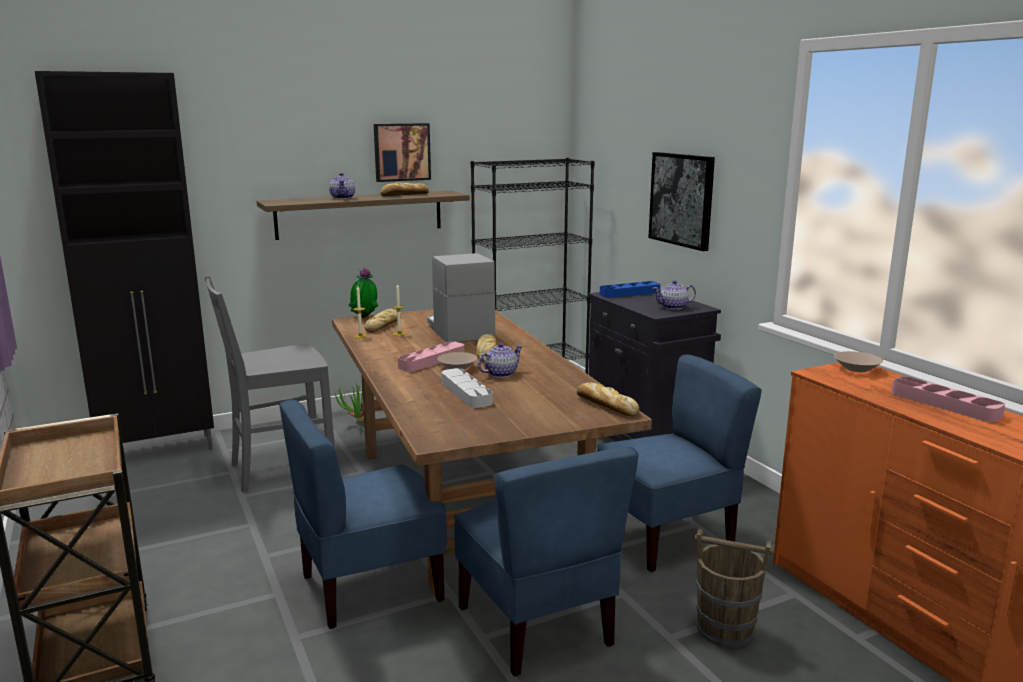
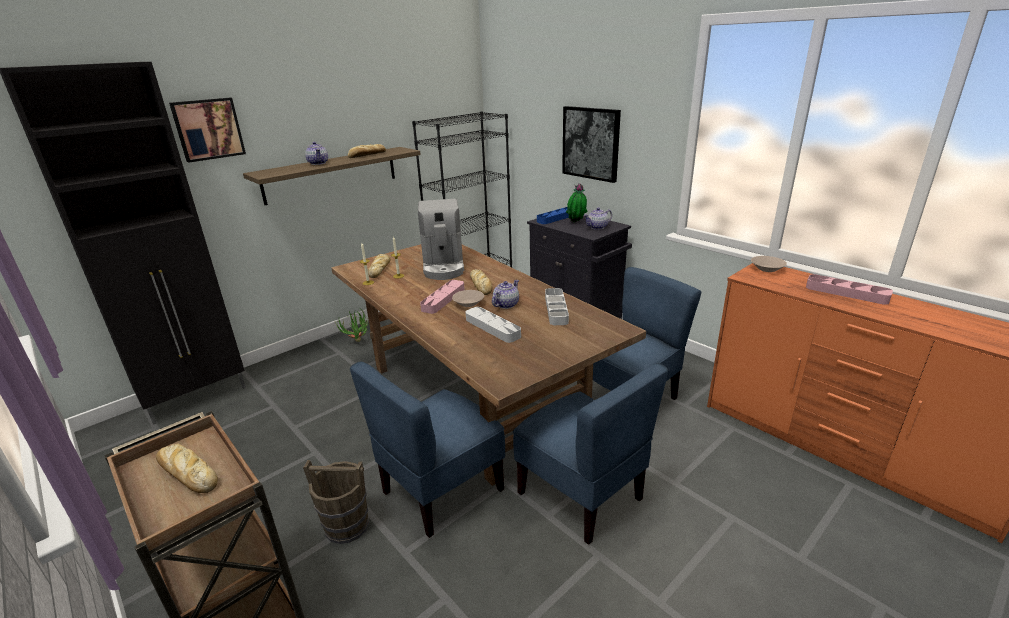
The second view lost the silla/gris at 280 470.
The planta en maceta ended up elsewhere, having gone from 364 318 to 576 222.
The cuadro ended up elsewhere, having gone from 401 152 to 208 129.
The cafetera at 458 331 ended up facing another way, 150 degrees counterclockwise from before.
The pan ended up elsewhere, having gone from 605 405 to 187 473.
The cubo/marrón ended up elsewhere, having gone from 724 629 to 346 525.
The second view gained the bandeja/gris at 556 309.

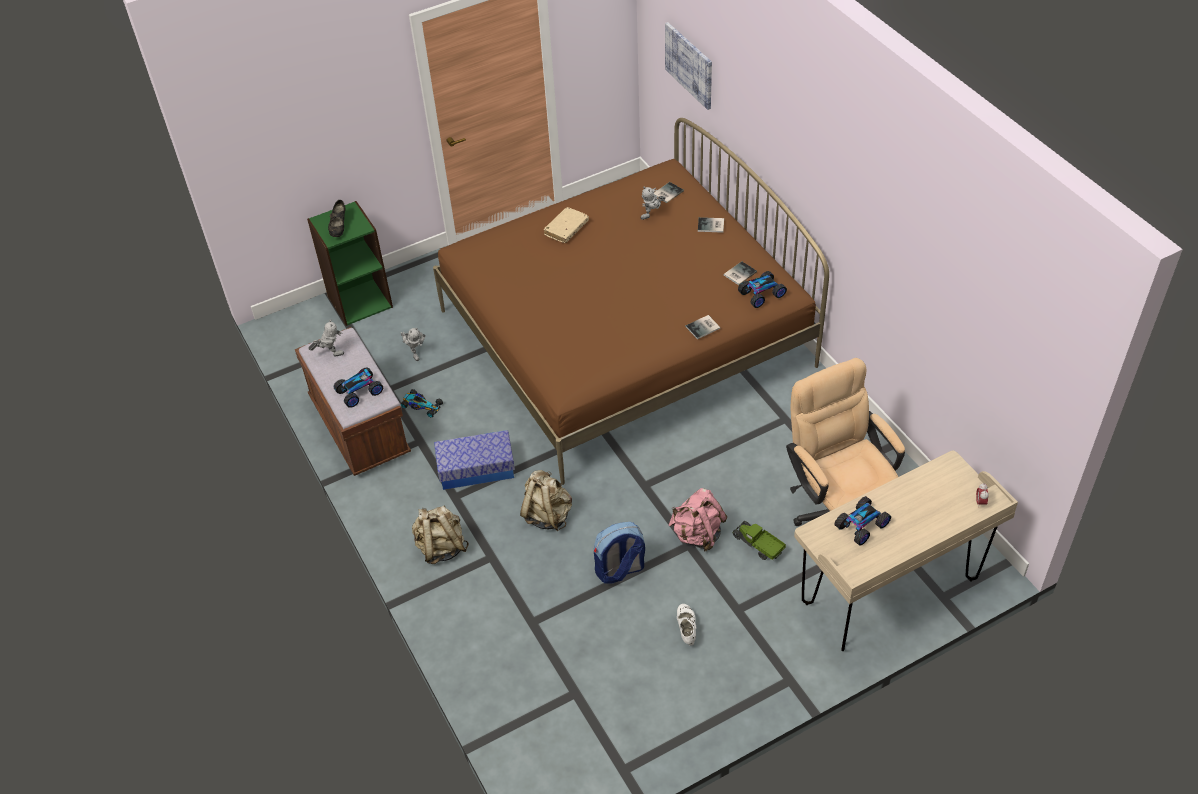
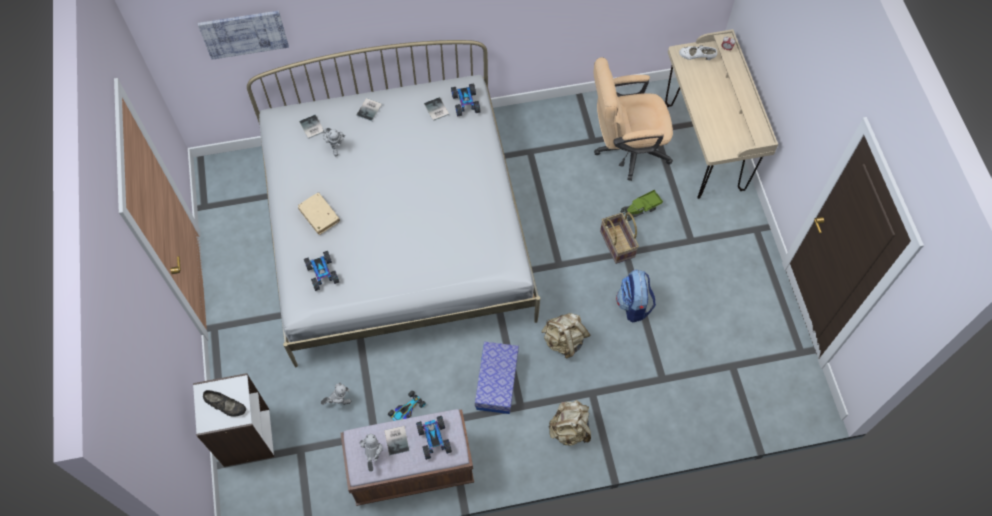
What was the estantería/verde at 360 301 turned into the estantería/blanco at 246 437.
What was the cama/marrón at 625 338 turned into the cama/blanco at 397 231.
Where the mochila/rosa stood at 697 534, the cesta came to stand at 618 244.
The zapato/blanco ended up elsewhere, having gone from 686 629 to 696 57.
The libro ended up elsewhere, having gone from 704 327 to 397 439.
The coche de juguete ended up elsewhere, having gone from 862 526 to 323 273.

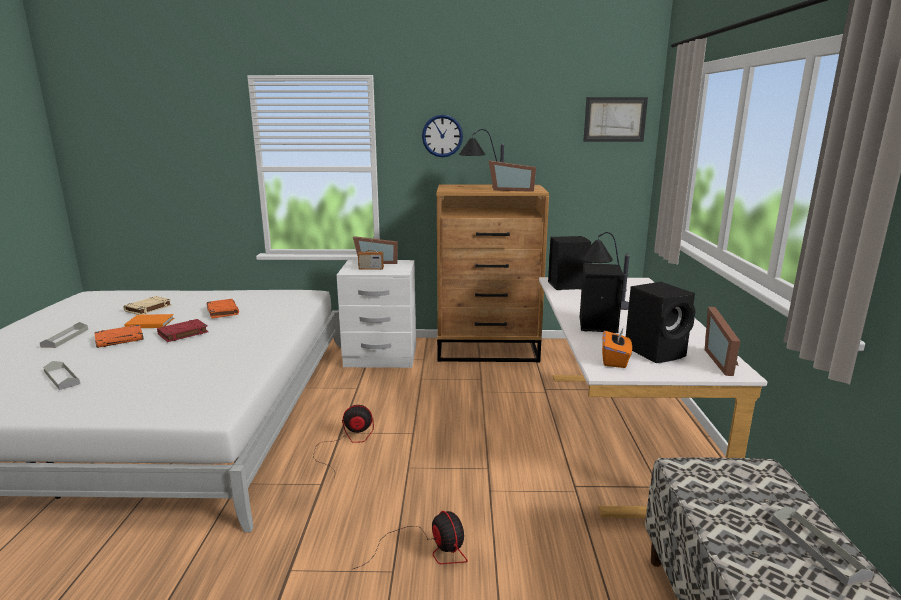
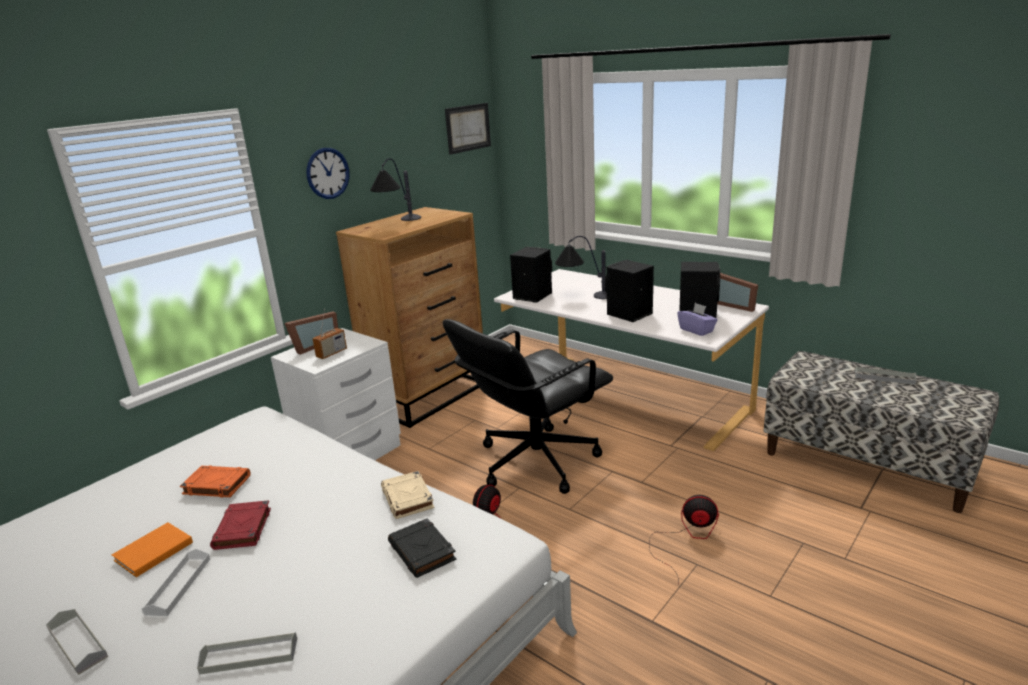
Where the libro/naranja stood at 120 339, the bandeja/blanco came to stand at 178 585.
The libro/beis ended up elsewhere, having gone from 148 308 to 408 499.
The second view lost the portarretratos at 511 190.
What was the caja de pañuelos/naranja at 615 360 turned into the caja de pañuelos/morado at 696 330.
The second view gained the libro/negro at 423 552.
The second view gained the silla de oficina/negro at 535 461.

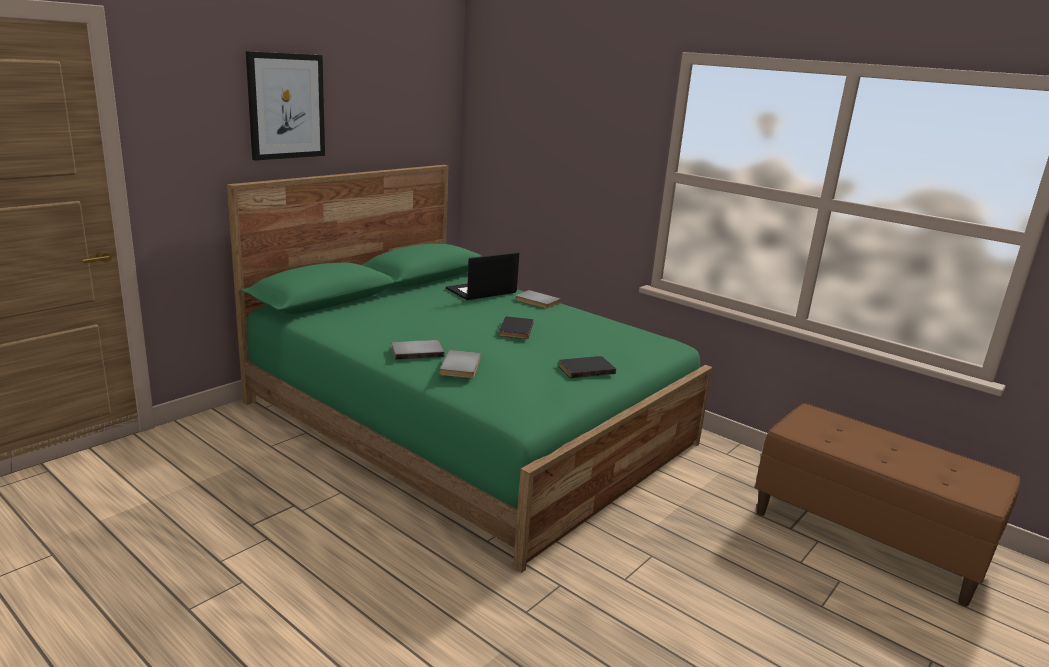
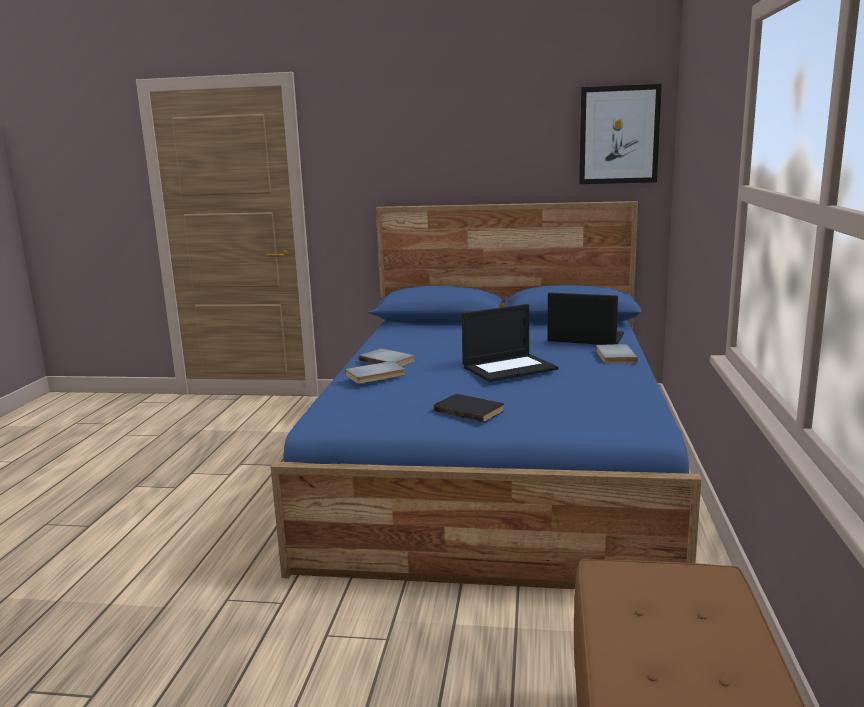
What was the cama/verde at 468 422 turned into the cama/azul at 497 469.
The cuadro ended up elsewhere, having gone from 286 106 to 619 135.
Where the libro/negro stood at 514 329, the portátil came to stand at 510 368.

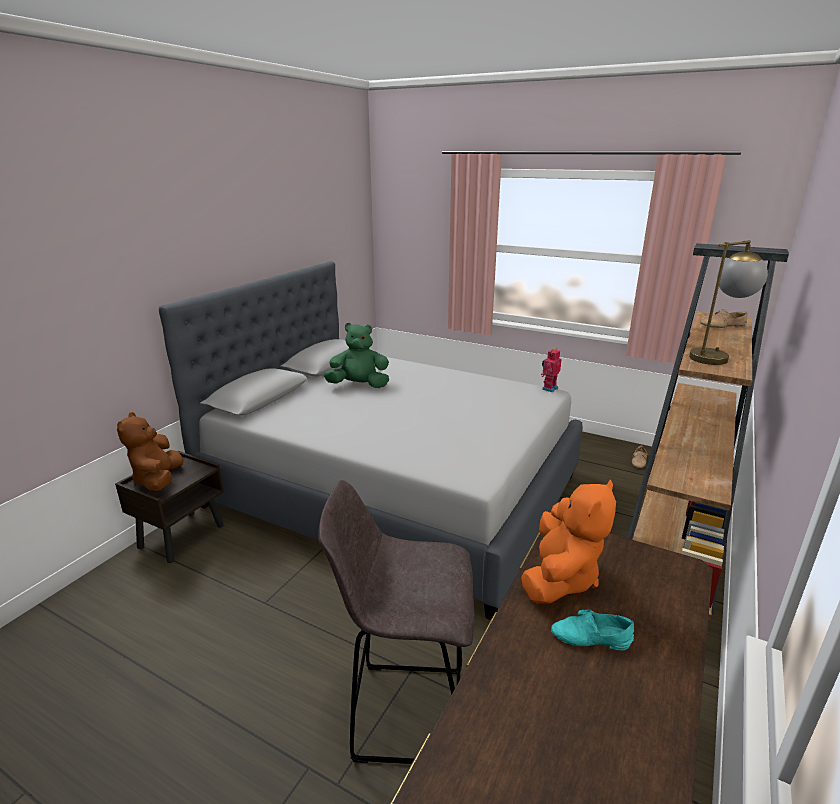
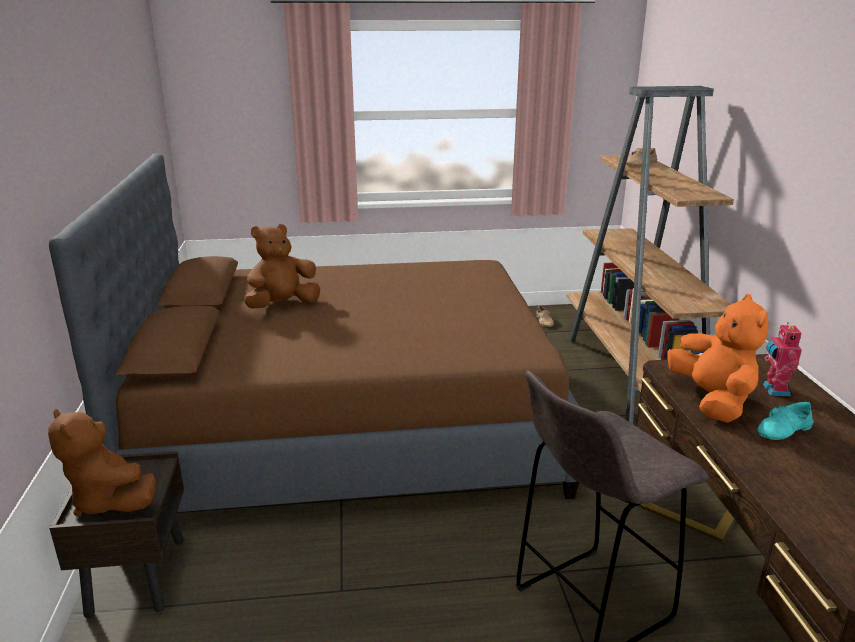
What was the cama/gris at 394 490 turned into the cama/marrón at 350 423.
What was the peluche/verde at 359 385 turned into the peluche/marrón at 282 305.
The robot de juguete ended up elsewhere, having gone from 549 388 to 774 390.
The second view lost the lámpara de mesa at 716 356.

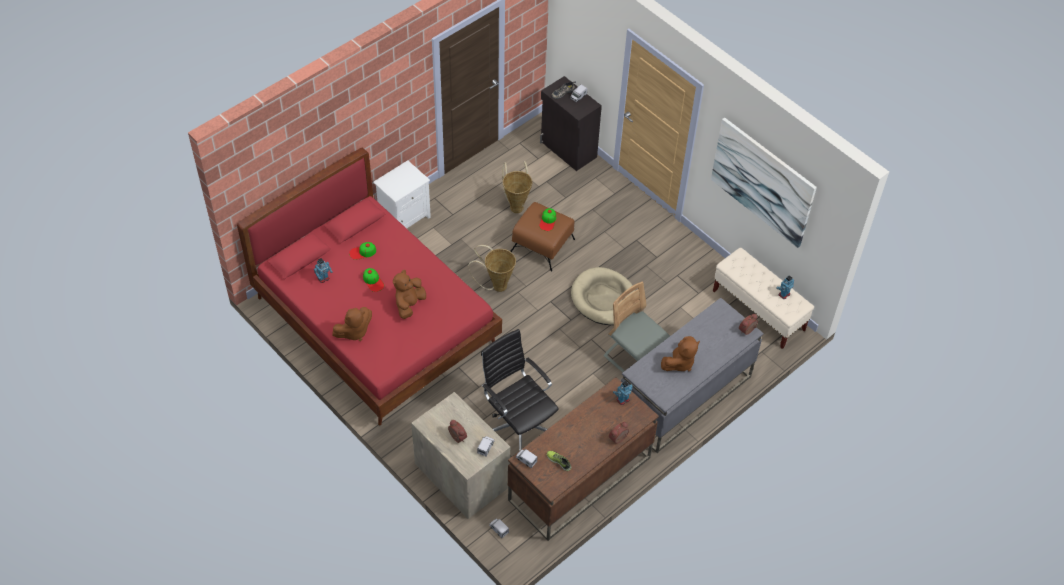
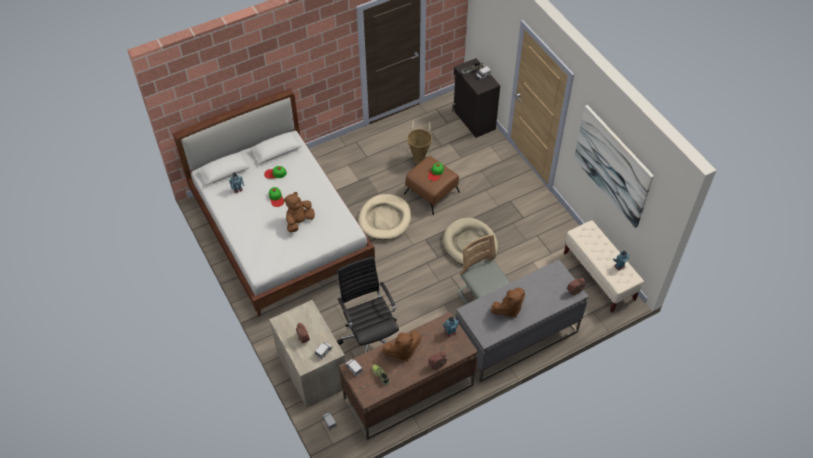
What was the cama/rojo at 376 321 turned into the cama/blanco at 281 232.
The peluche/marrón ended up elsewhere, having gone from 354 332 to 402 351.
The second view lost the mesita de noche/blanco at 404 217.
Where the cesta stood at 496 285, the cama para perro/beis came to stand at 385 219.

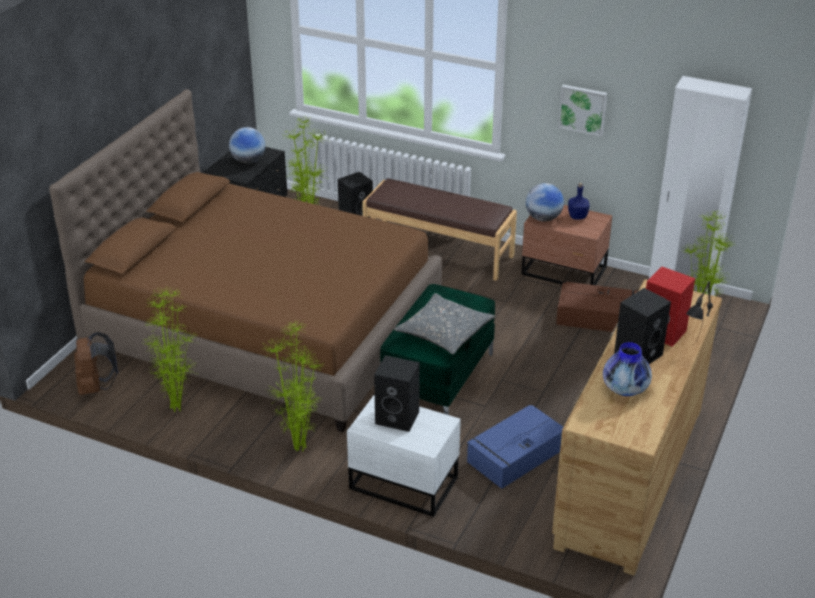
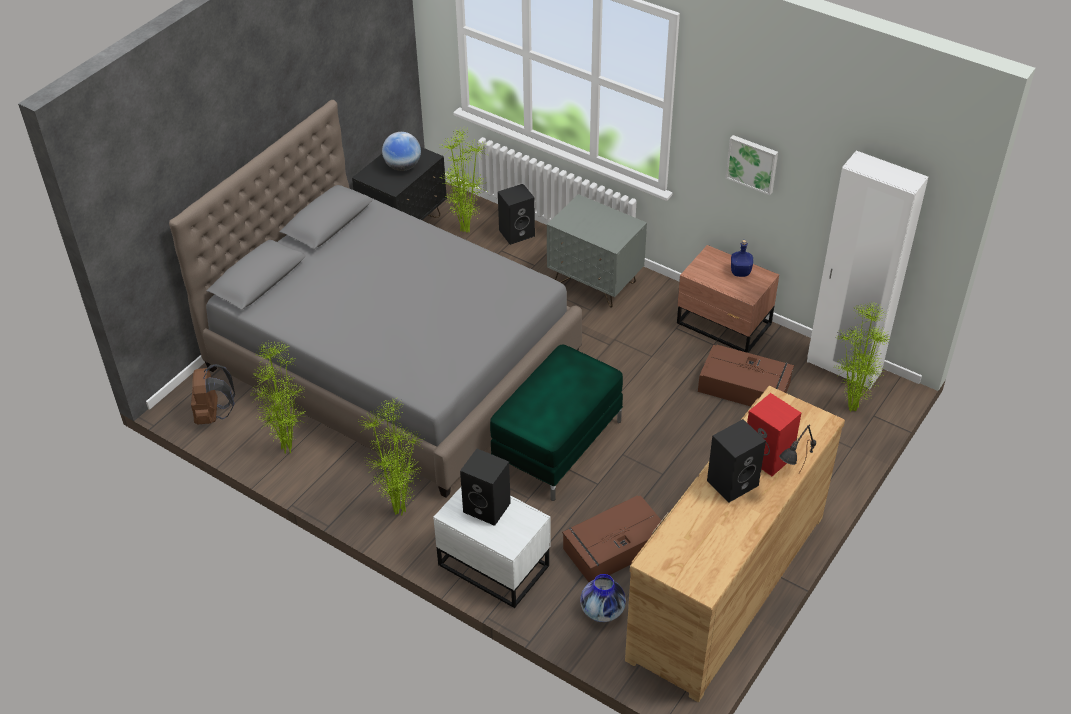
What was the cama/marrón at 264 328 turned into the cama/gris at 393 361.
Where the banco/marrón stood at 438 251, the mesita de noche/gris came to stand at 595 283.
The second view lost the cojín/gris at 444 333.
What was the caja de almacenaje/azul at 515 456 turned into the caja de almacenaje/marrón at 613 547.
The second view lost the globo terráqueo at 543 218.
The florero ended up elsewhere, having gone from 625 389 to 602 610.

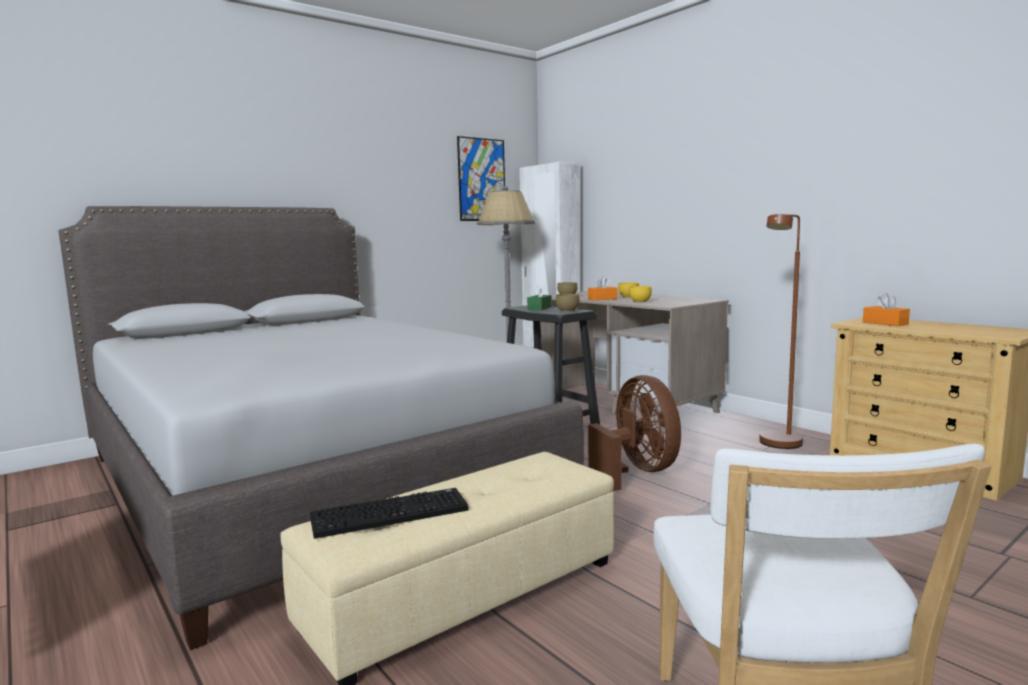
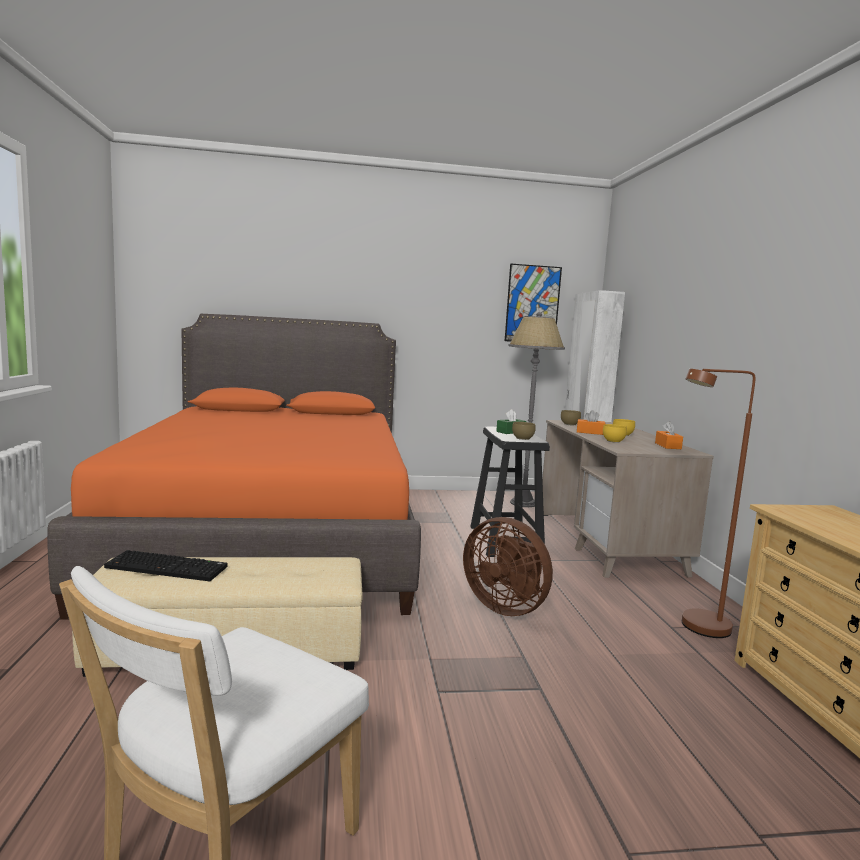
What was the cama/gris at 309 478 turned into the cama/naranja at 273 535.
The ventilador/marrón at 636 472 ended up facing another way, 120 degrees clockwise from before.
The caja de pañuelos/naranja ended up elsewhere, having gone from 885 323 to 668 446.

